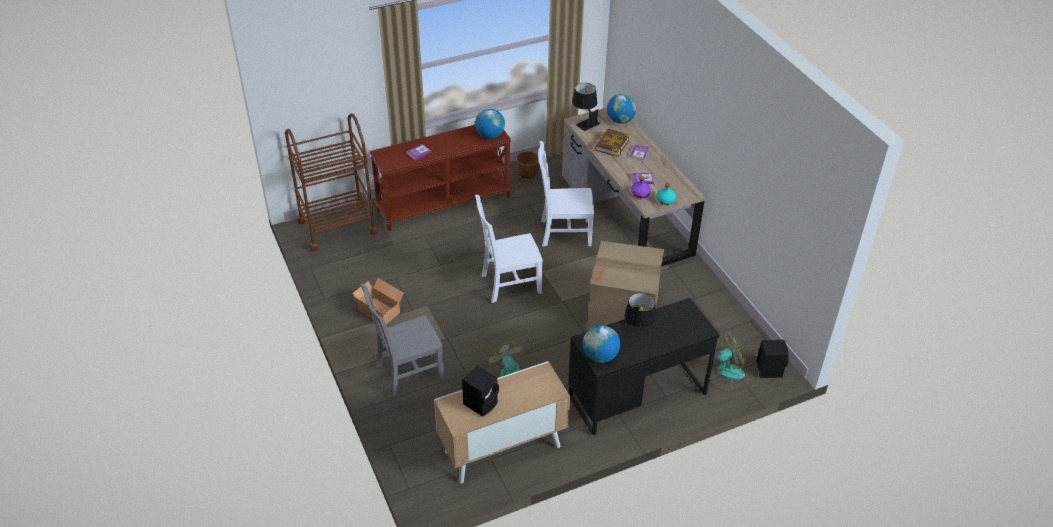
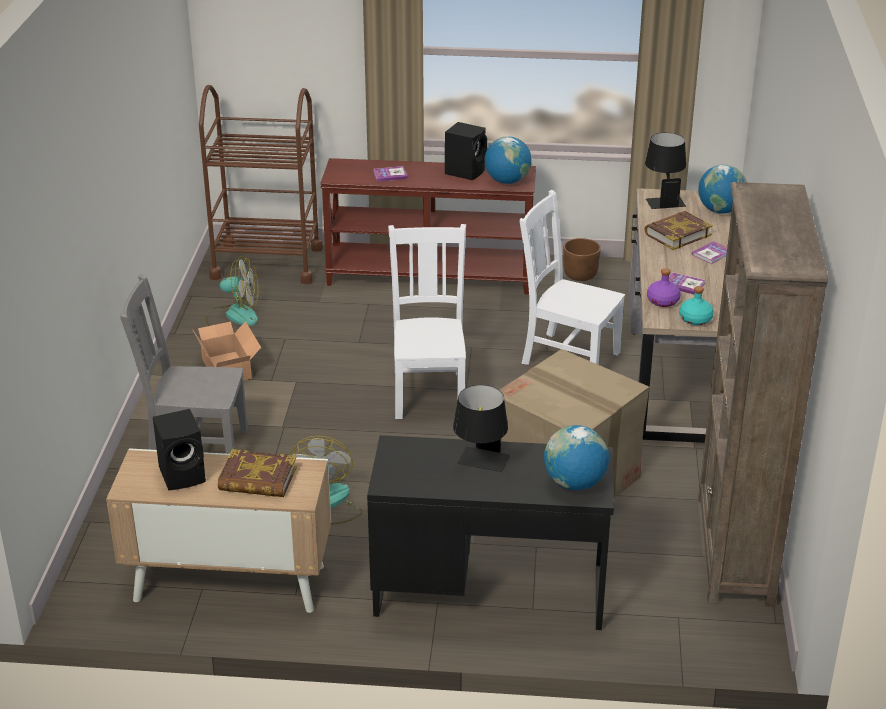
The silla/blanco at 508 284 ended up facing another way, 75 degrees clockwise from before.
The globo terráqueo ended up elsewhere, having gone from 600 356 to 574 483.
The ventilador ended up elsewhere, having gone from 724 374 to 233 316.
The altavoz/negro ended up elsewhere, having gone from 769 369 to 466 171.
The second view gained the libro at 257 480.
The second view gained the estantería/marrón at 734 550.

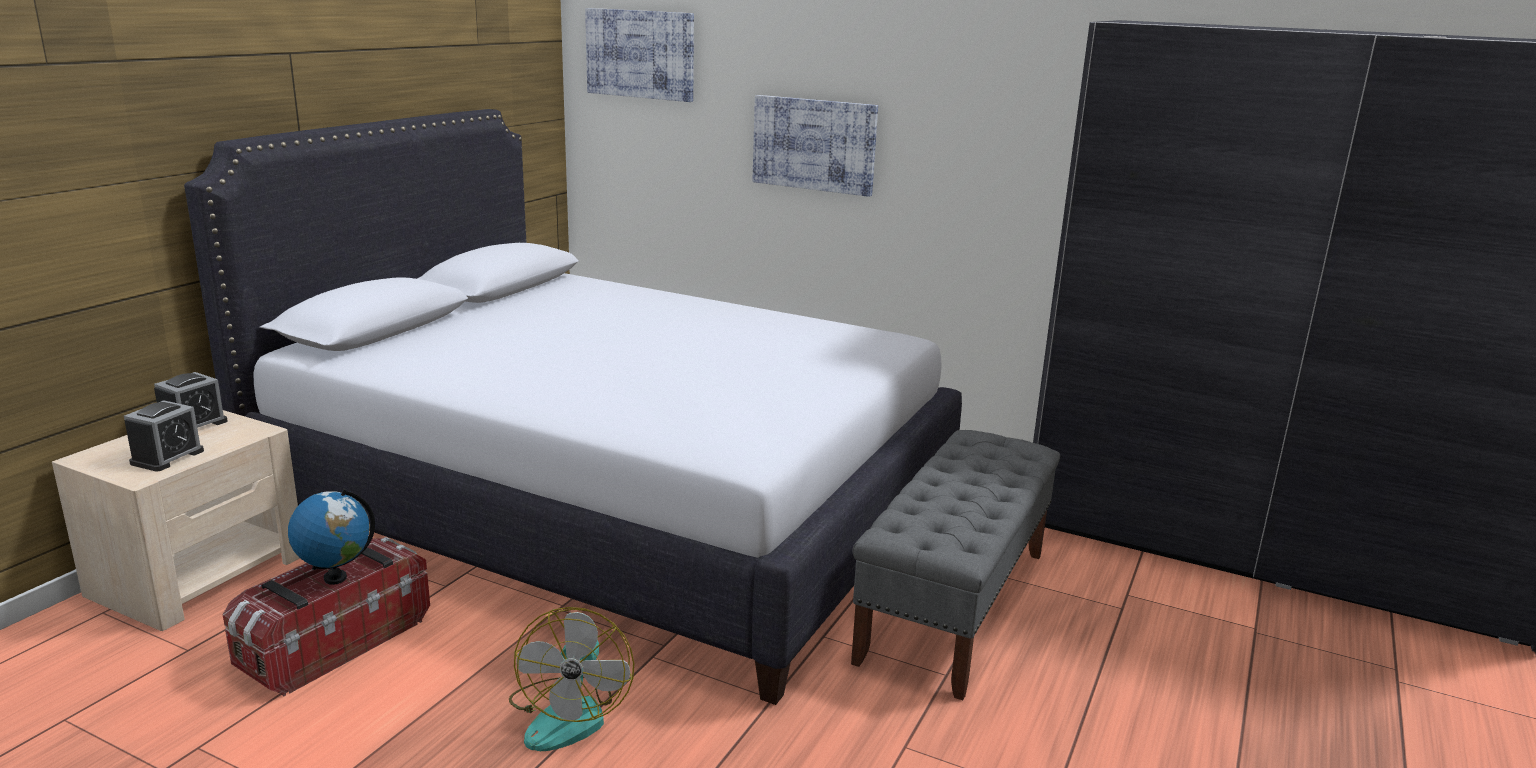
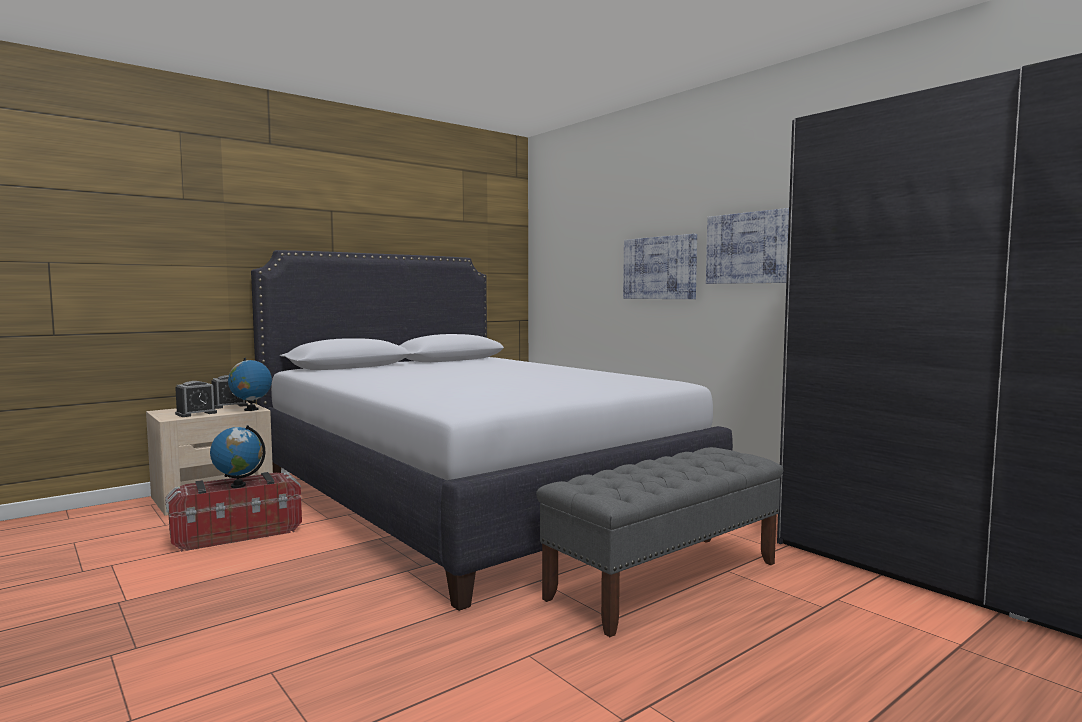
The second view lost the ventilador at 569 713.
The cuadro ended up elsewhere, having gone from 640 54 to 752 248.
The second view gained the globo terráqueo at 251 409.

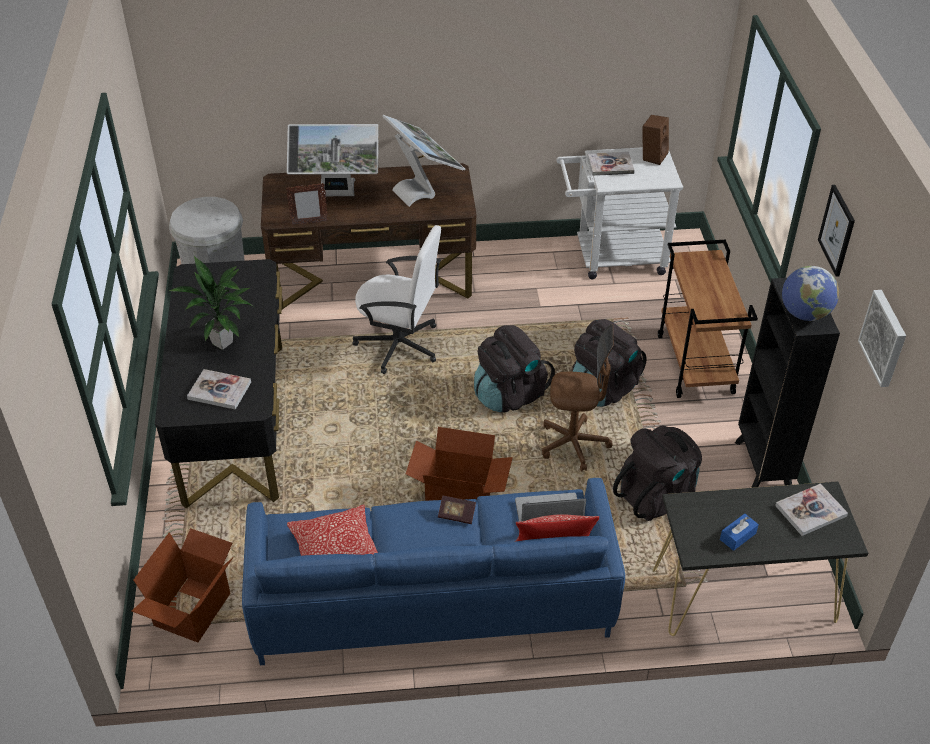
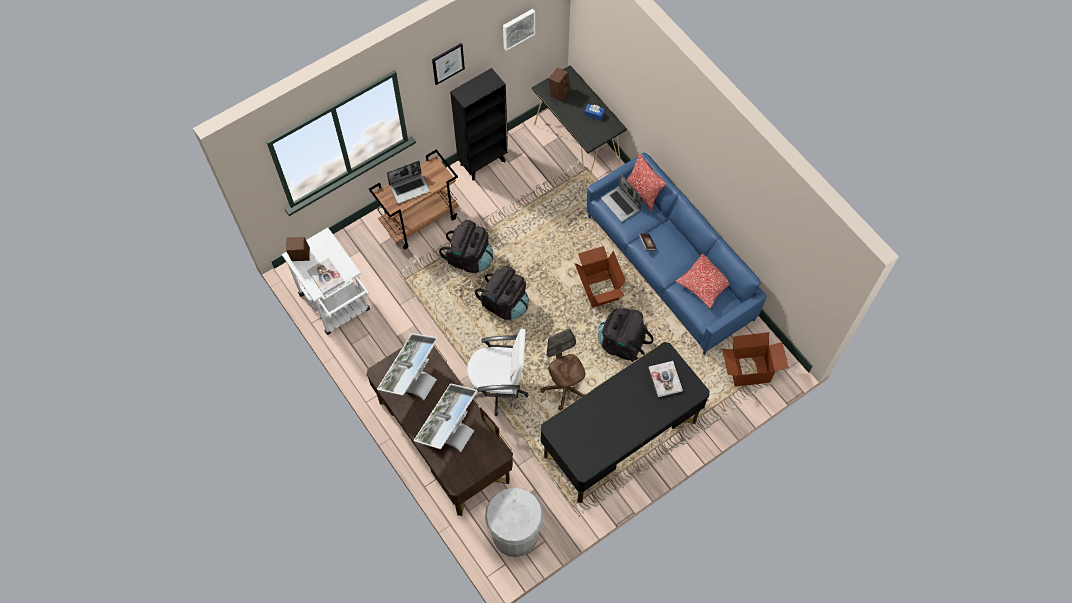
The second view lost the planta en maceta at 223 343.
The monitor at 337 195 ended up facing another way, 120 degrees counterclockwise from before.
The silla de oficina/blanco at 400 345 ended up facing another way, 105 degrees clockwise from before.
The silla de oficina/marrón ended up elsewhere, having gone from 574 444 to 564 387.
The mochila/negro ended up elsewhere, having gone from 657 495 to 622 343.
Where the libro stood at 810 511, the altavoz/marrón came to stand at 559 92.
The second view lost the globo terráqueo at 804 314.
The second view gained the portátil at 410 188.

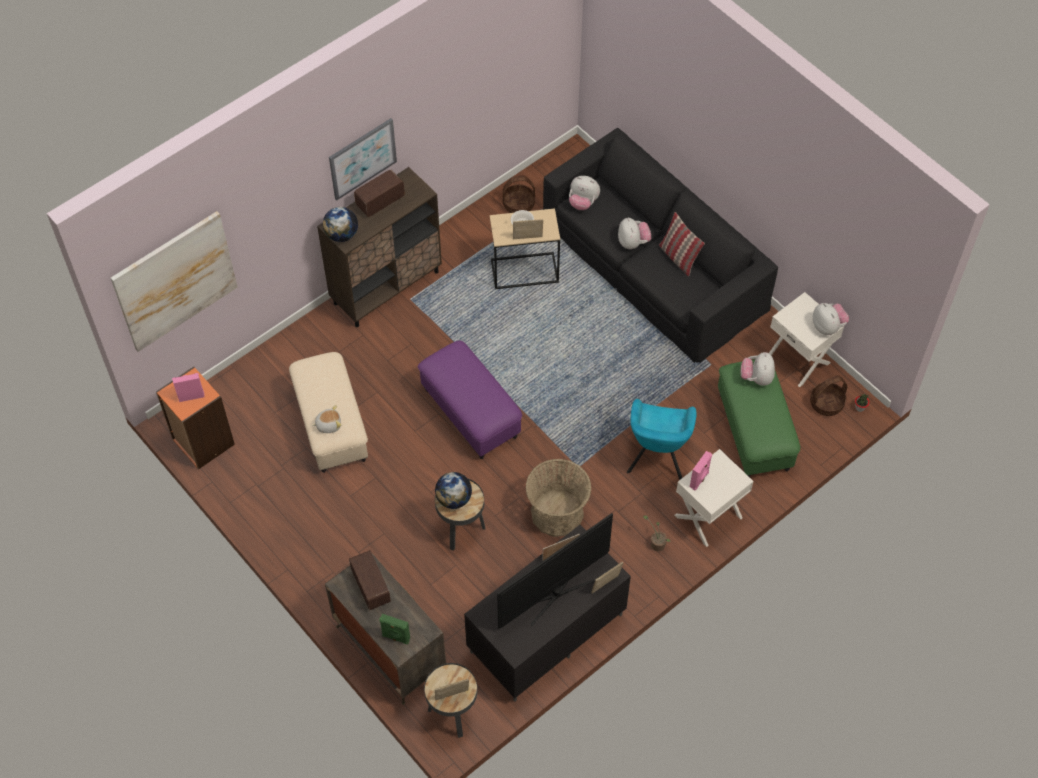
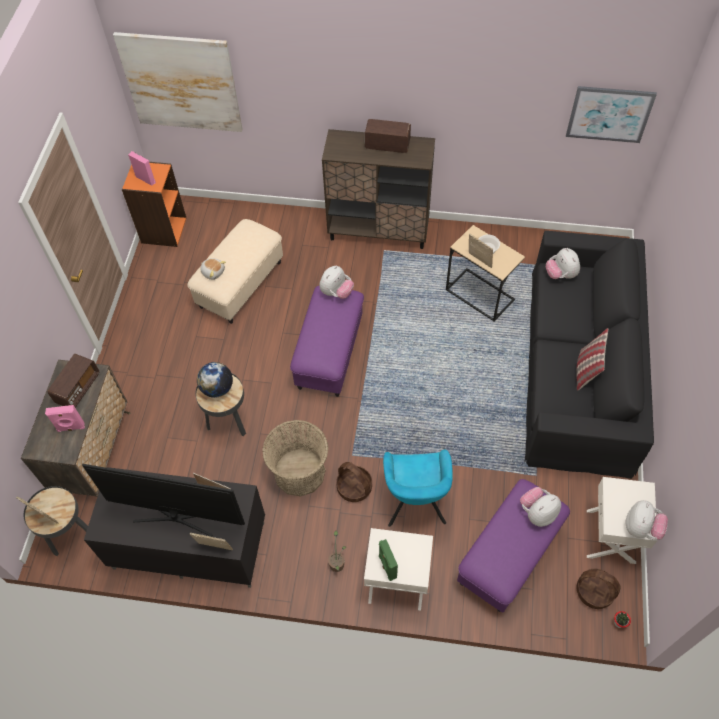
The second view lost the globo terráqueo at 342 235.
The cuadro ended up elsewhere, having gone from 362 158 to 609 114.
The altavoz/verde ended up elsewhere, having gone from 395 637 to 387 567.
The cesta ended up elsewhere, having gone from 518 204 to 354 487.
The peluche ended up elsewhere, having gone from 633 242 to 336 292.
The sillón/turquesa at 657 456 ended up facing another way, 60 degrees counterclockwise from before.
The altavoz/rosa ended up elsewhere, having gone from 699 480 to 71 428.
What was the puf/verde at 754 432 turned into the puf/morado at 509 556.

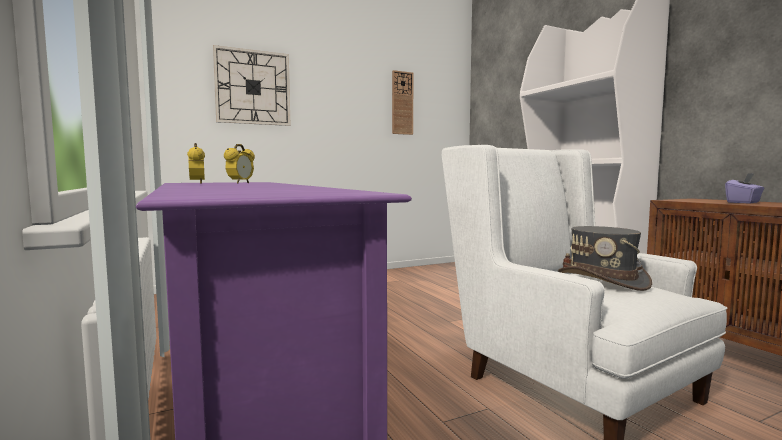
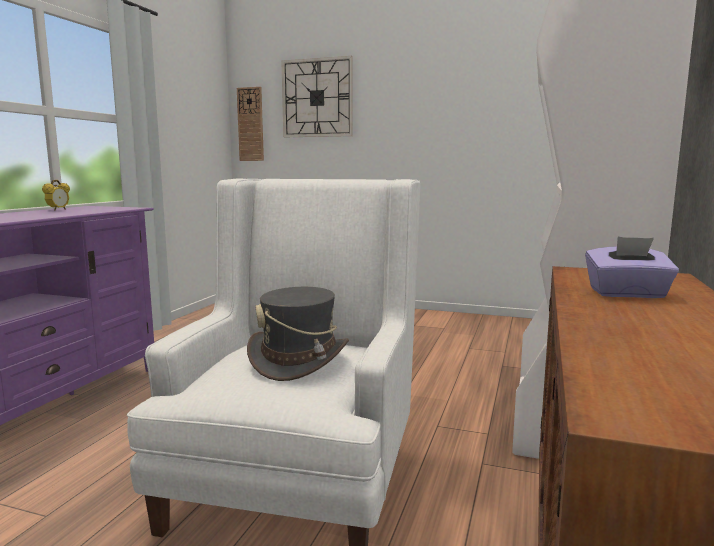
The second view lost the despertador at 240 183.
The reloj de pared ended up elsewhere, having gone from 402 103 to 250 124.

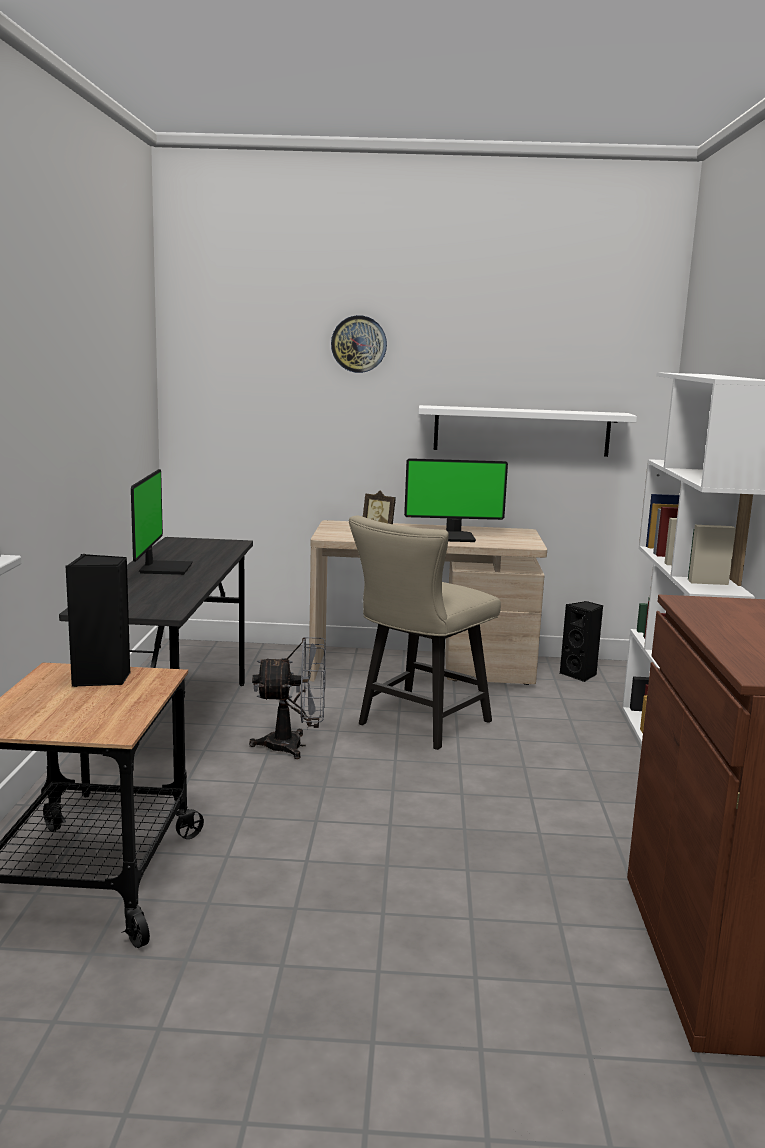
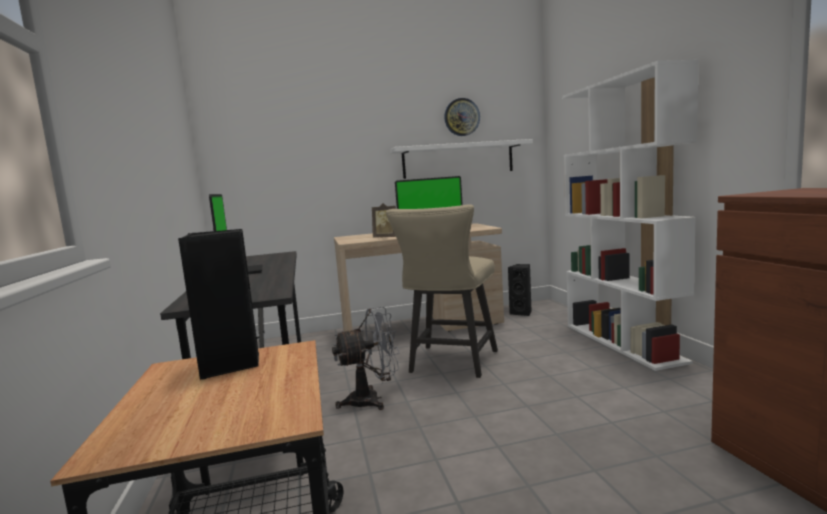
The reloj de pared ended up elsewhere, having gone from 359 344 to 461 117.

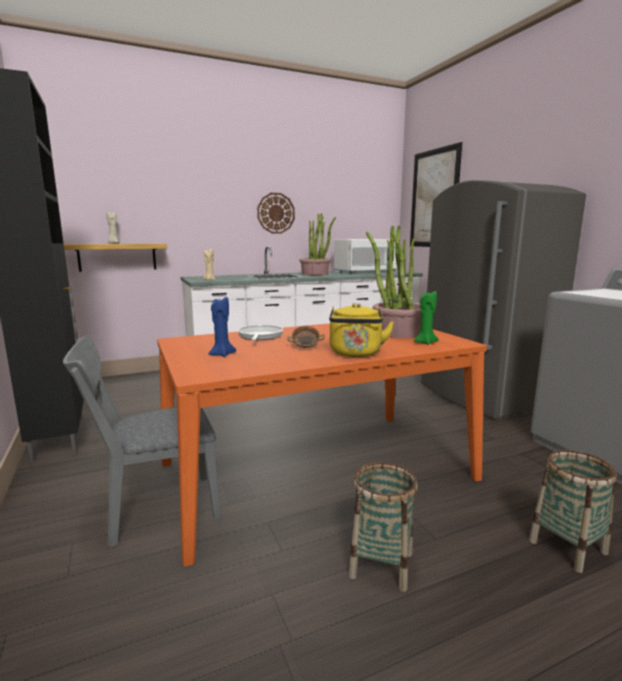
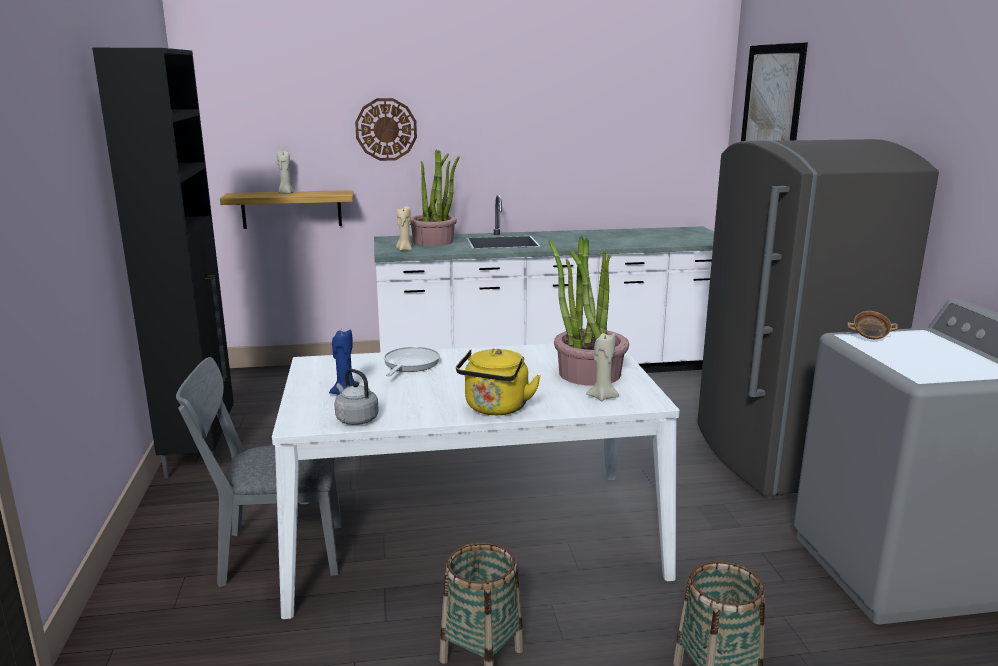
What was the mesa de comedor/naranja at 316 471 turned into the mesa de comedor/blanco at 472 536.
The reloj de pared ended up elsewhere, having gone from 276 213 to 386 129.
The cuenco ended up elsewhere, having gone from 305 347 to 870 338.
The planta en maceta ended up elsewhere, having gone from 315 274 to 433 241.
The second view lost the microondas/blanco at 366 272.
What was the vela/verde at 425 342 turned into the vela/beis at 602 397.
The second view gained the hervidor/gris at 355 419.

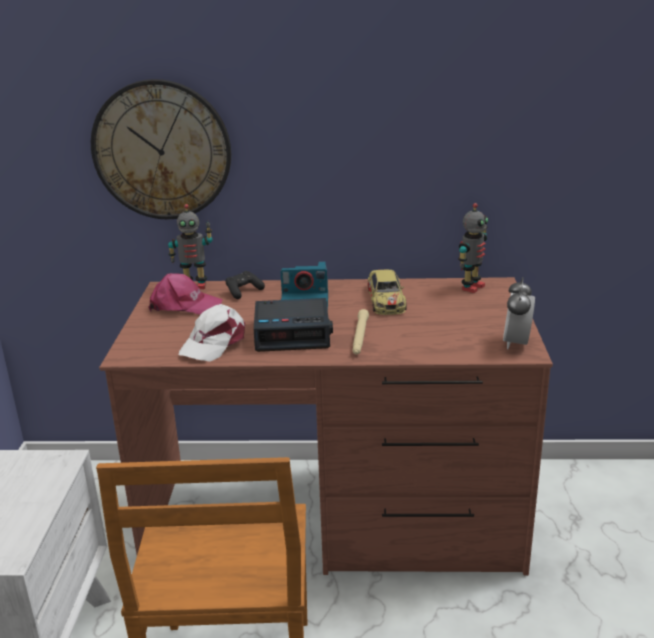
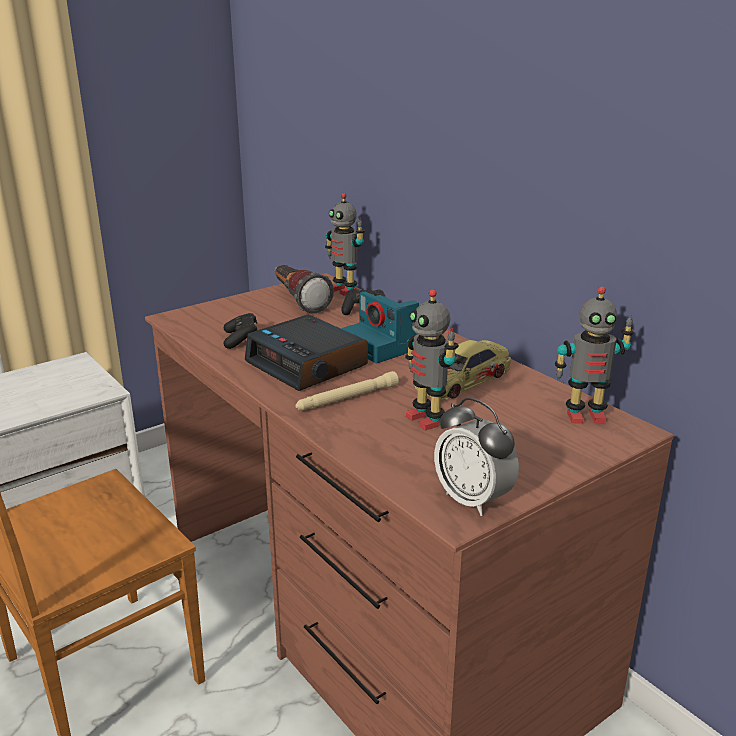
The second view lost the reloj de pared at 162 150.
Where the gorra/rosa stood at 184 305, the linterna came to stand at 298 301.
Where the gorra/blanco stood at 214 343, the mando de consola/negro came to stand at 241 339.
The despertador at 516 343 ended up facing another way, 105 degrees counterclockwise from before.
The second view gained the robot de juguete at 427 419.

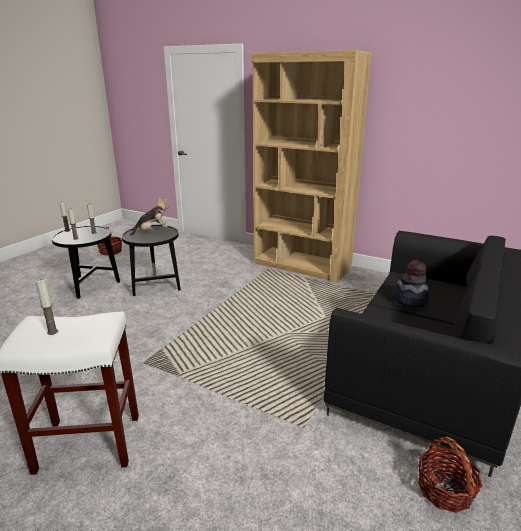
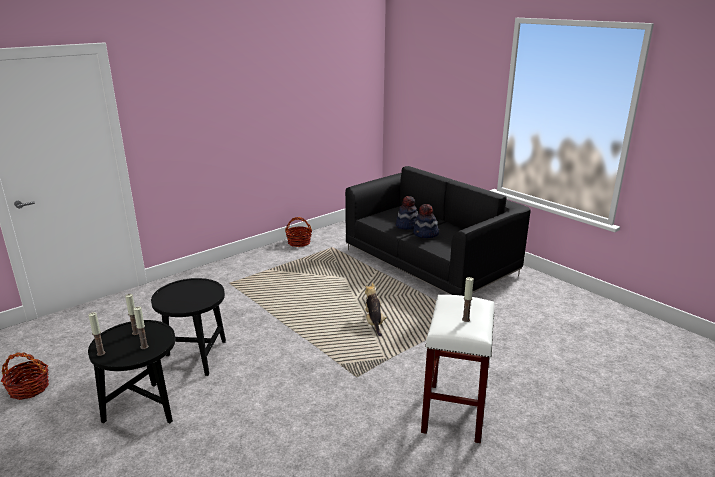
The peluche ended up elsewhere, having gone from 152 231 to 374 323.
The second view lost the estantería/marrón at 302 265.
The cesta ended up elsewhere, having gone from 445 490 to 299 242.
The second view gained the sombrero at 425 234.

